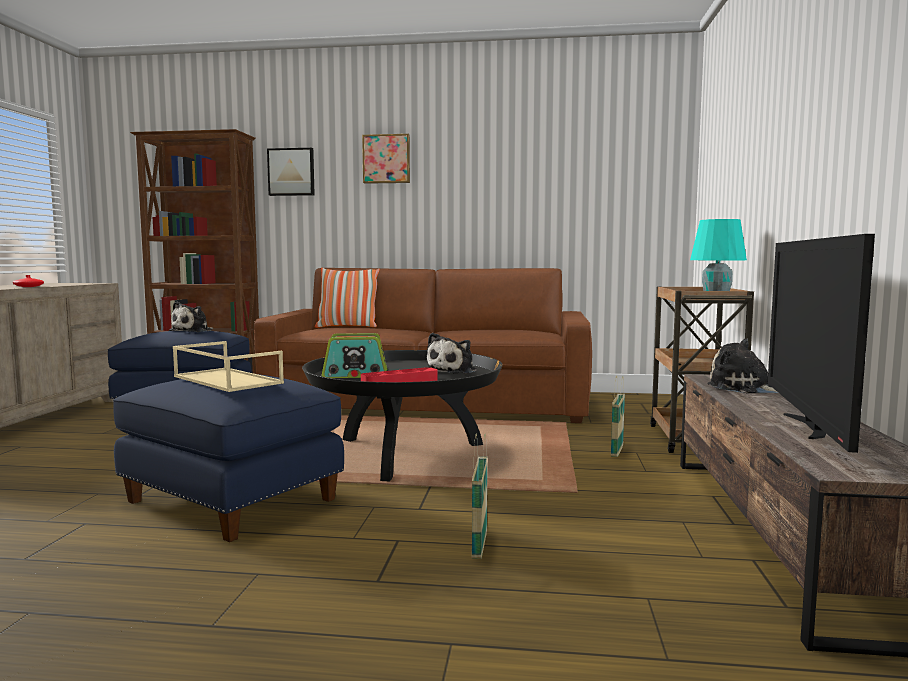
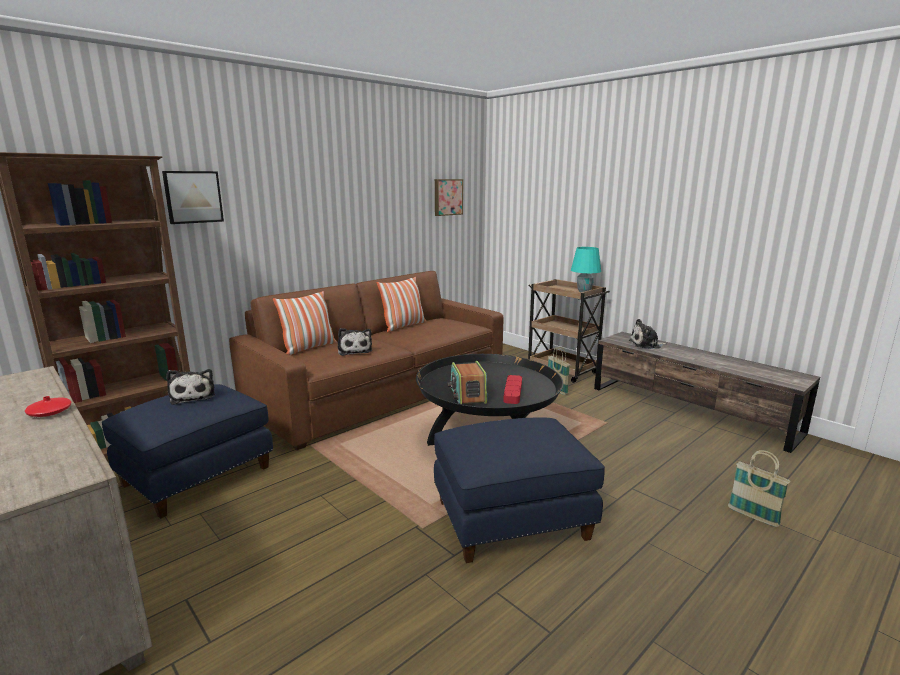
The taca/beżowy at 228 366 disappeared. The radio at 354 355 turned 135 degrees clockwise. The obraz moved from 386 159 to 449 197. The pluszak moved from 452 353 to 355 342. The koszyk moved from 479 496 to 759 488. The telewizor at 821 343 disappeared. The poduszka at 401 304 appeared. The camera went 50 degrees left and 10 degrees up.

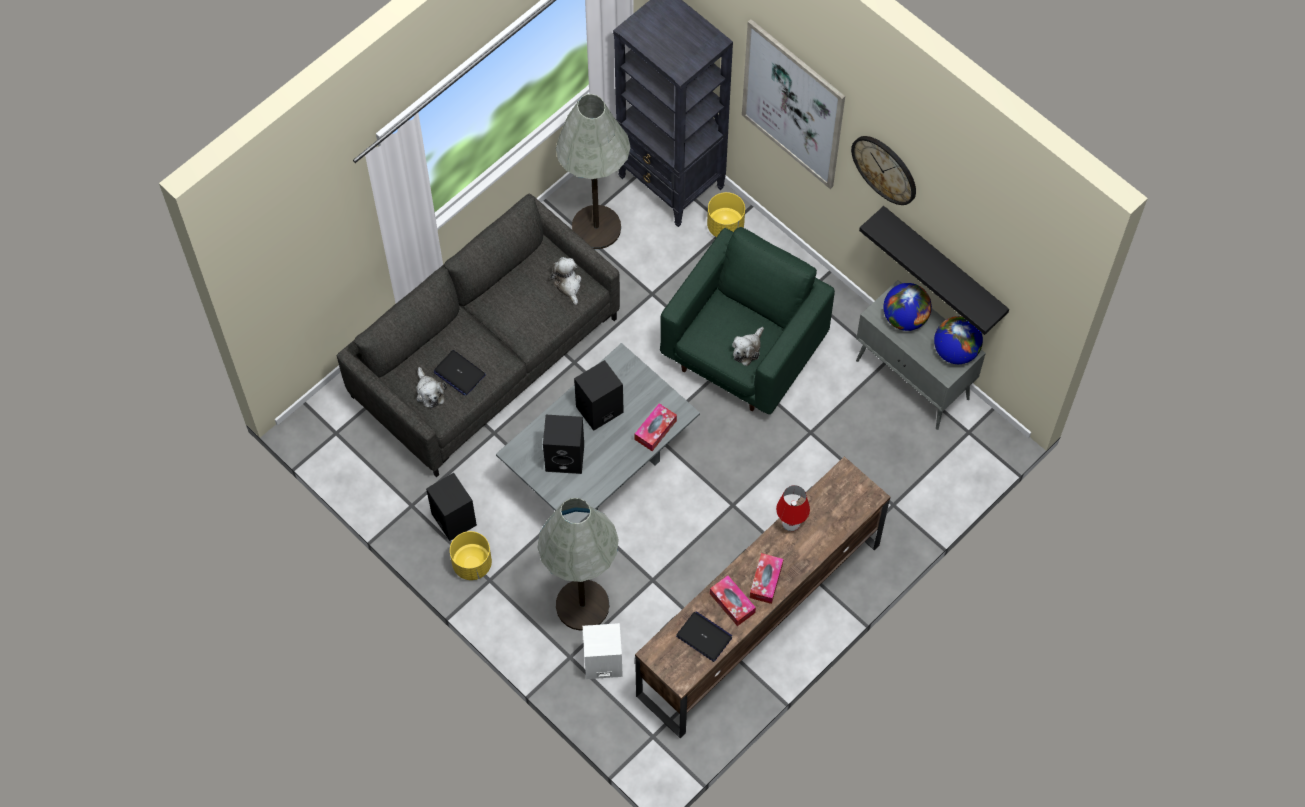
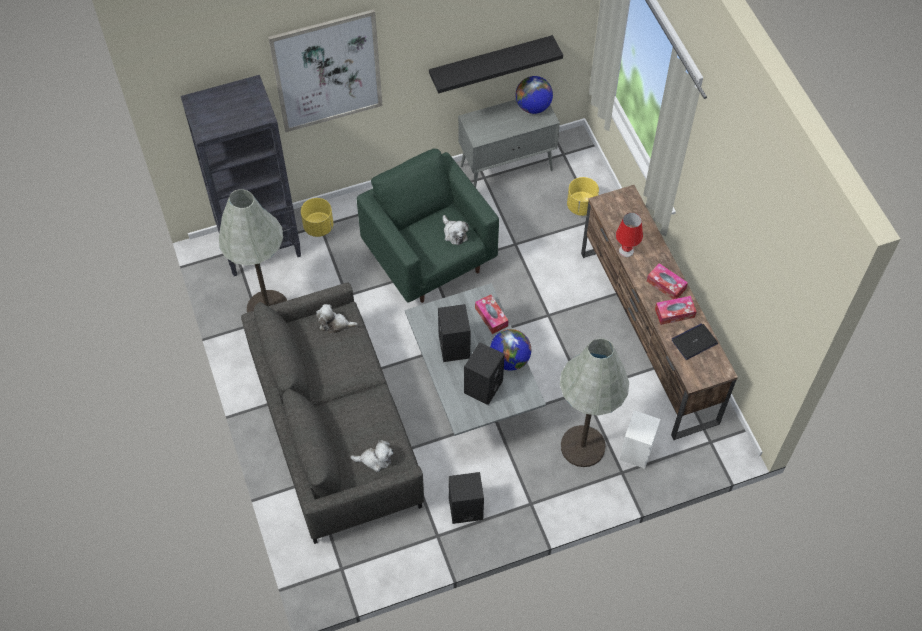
The laptop at 460 373 disappeared. The donica/żółty moved from 471 555 to 583 196. The zegar ścienny at 883 170 disappeared. The globus moved from 907 307 to 510 350. The camera went 65 degrees left and 5 degrees down.

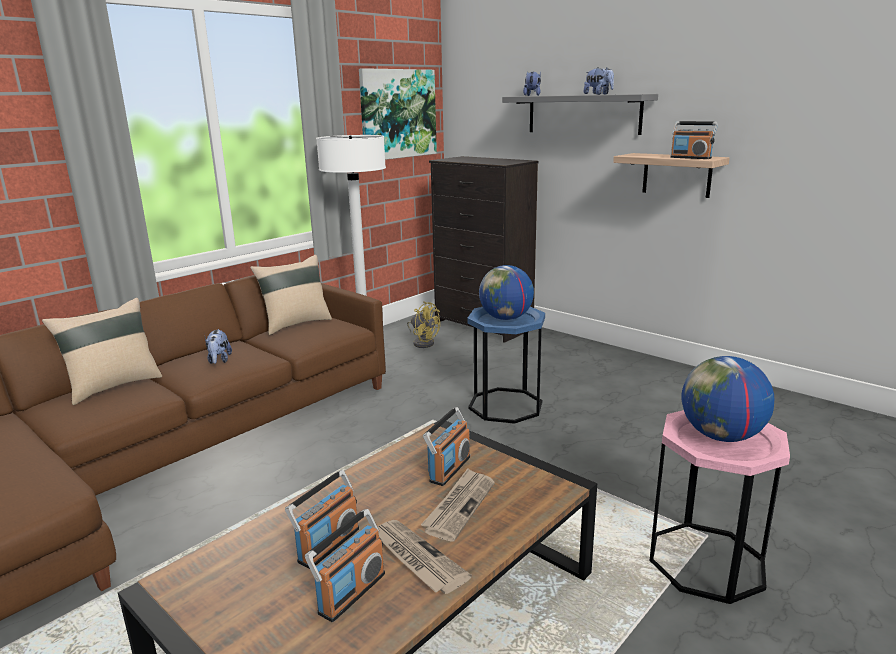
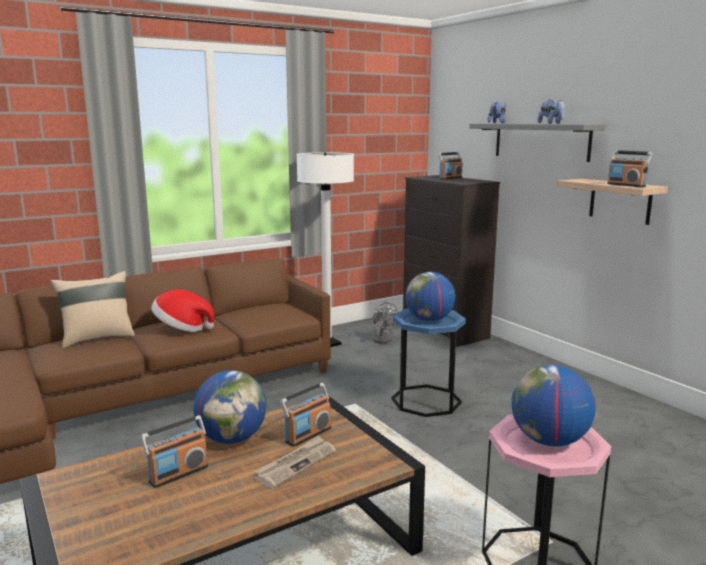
The pluszak at 218 346 was replaced by the kapelusz at 182 310. The poduszka/beżowy at 291 295 disappeared. The radio moved from 345 565 to 450 165. The obraz at 398 113 disappeared. The gazeta at 424 557 disappeared. The wentylator/żółty at 423 324 became the wentylator/szary at 385 322. The globus at 230 407 appeared. The camera went 15 degrees right and 5 degrees down.

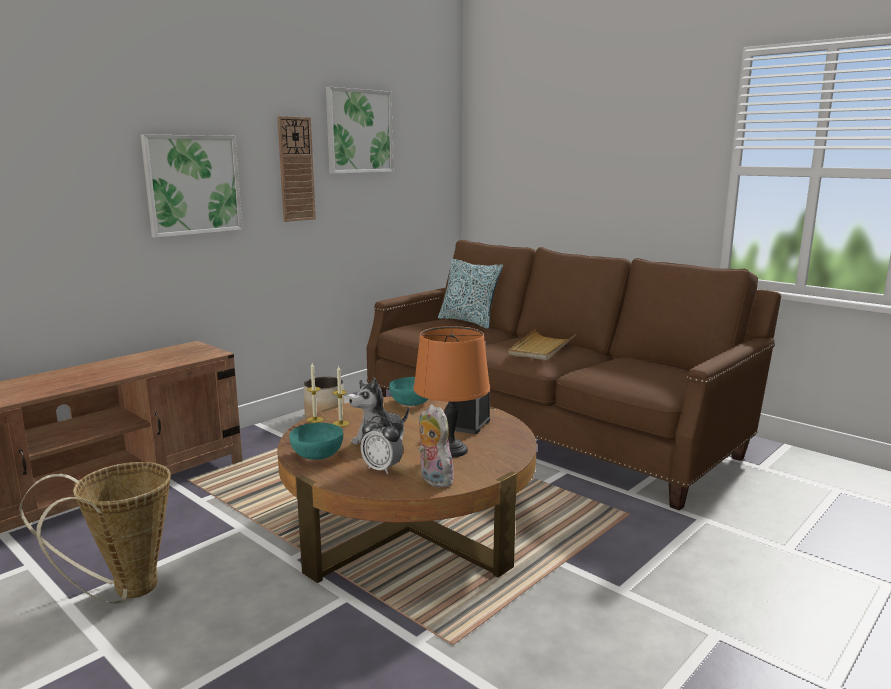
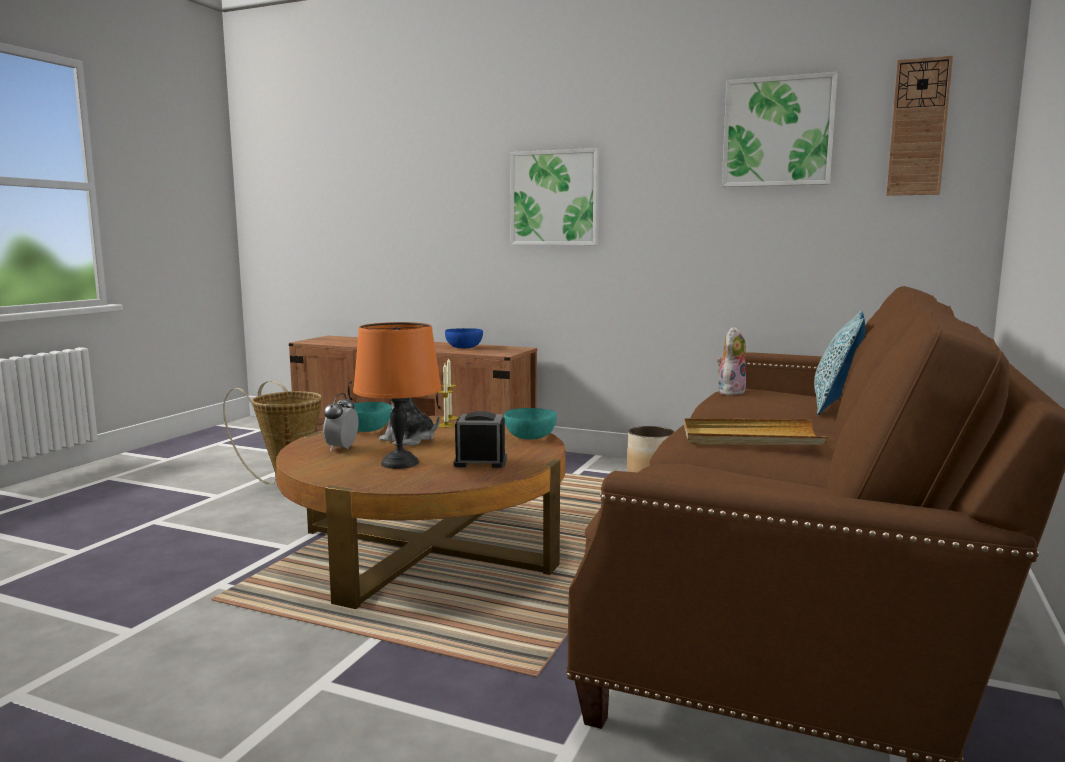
The zegar ścienny moved from 296 169 to 919 126. The pluszak moved from 436 446 to 731 361. The miska/niebieski at 464 338 appeared. The camera went 70 degrees right and 5 degrees down.

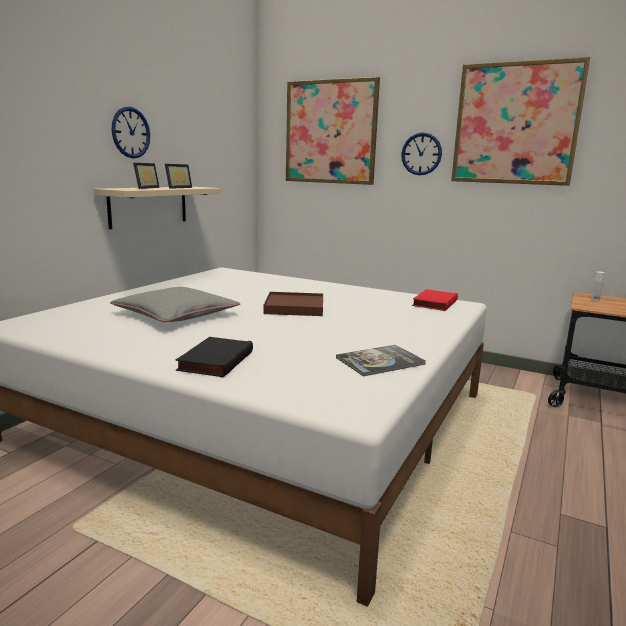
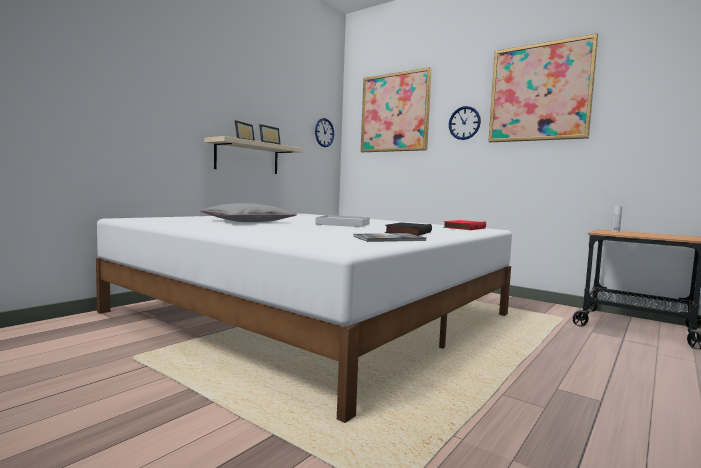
The zegar ścienny moved from 131 132 to 324 132. The książka/czarny moved from 214 357 to 408 229. The taca/brązowy at 293 304 became the taca/biały at 342 221. The camera went 10 degrees right and 10 degrees down.

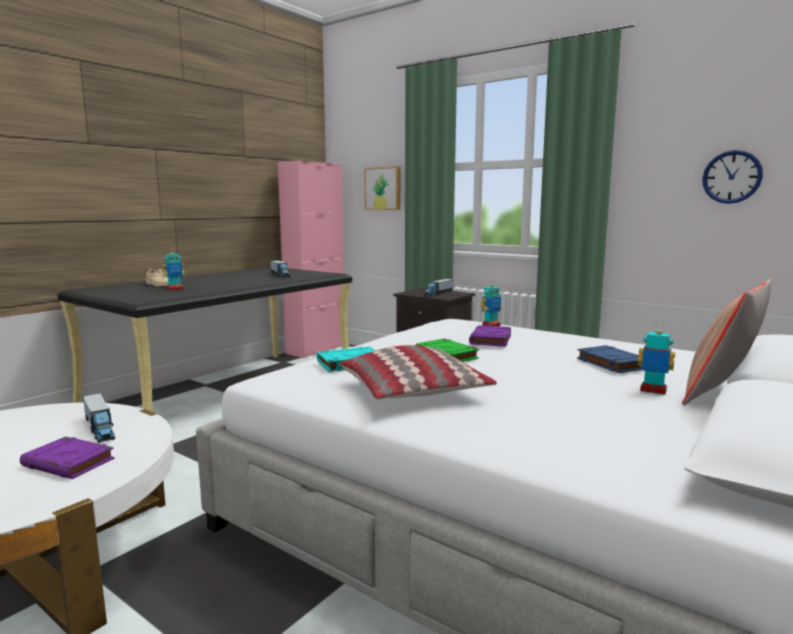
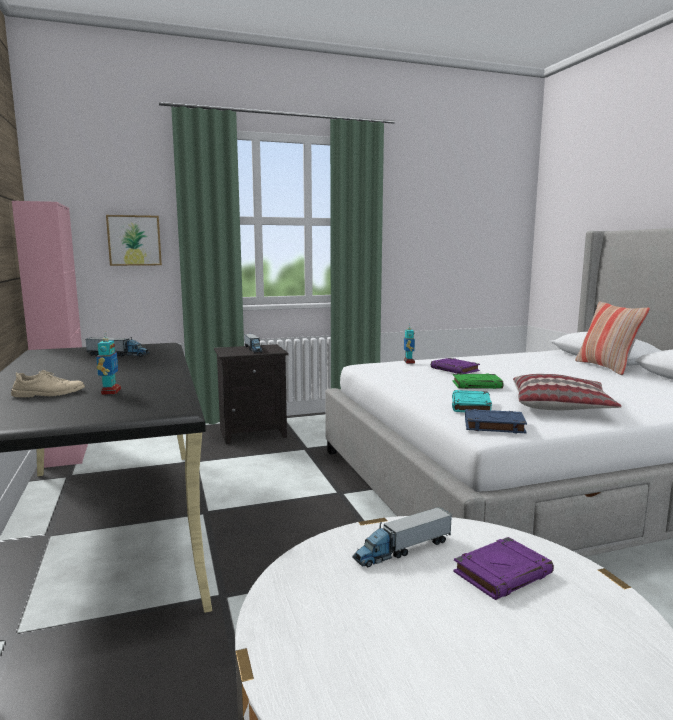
The ciężarówka zabawkowa at 99 418 turned 150 degrees clockwise. The książka/niebieski moved from 609 359 to 496 421. The robot zabawkowy at 656 360 disappeared. The zegar ścienny at 732 177 disappeared. The camera went 55 degrees left and 0 degrees up.

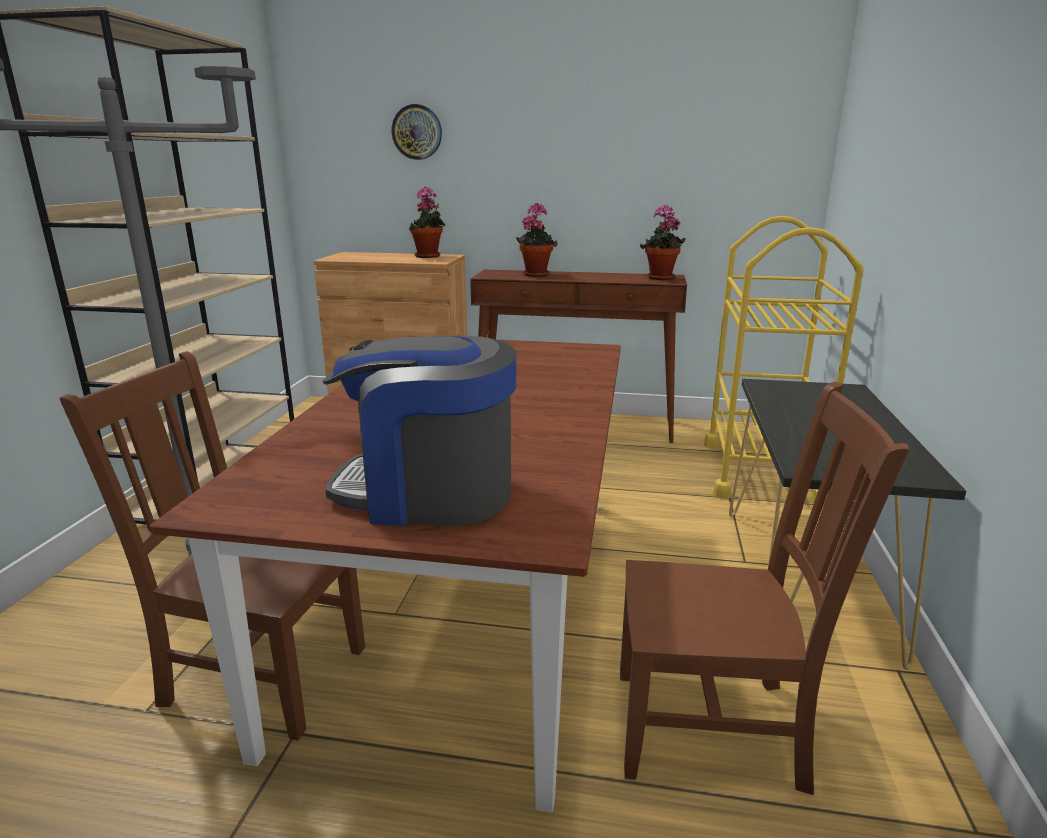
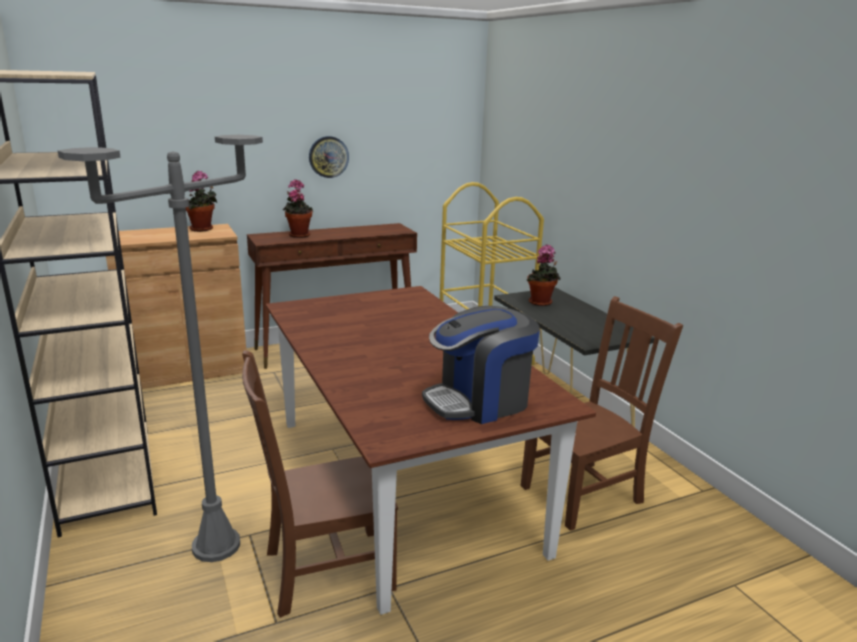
The zegar ścienny moved from 416 132 to 329 157. The roślina doniczkowa moved from 663 242 to 544 275. The camera went 35 degrees left and 0 degrees up.

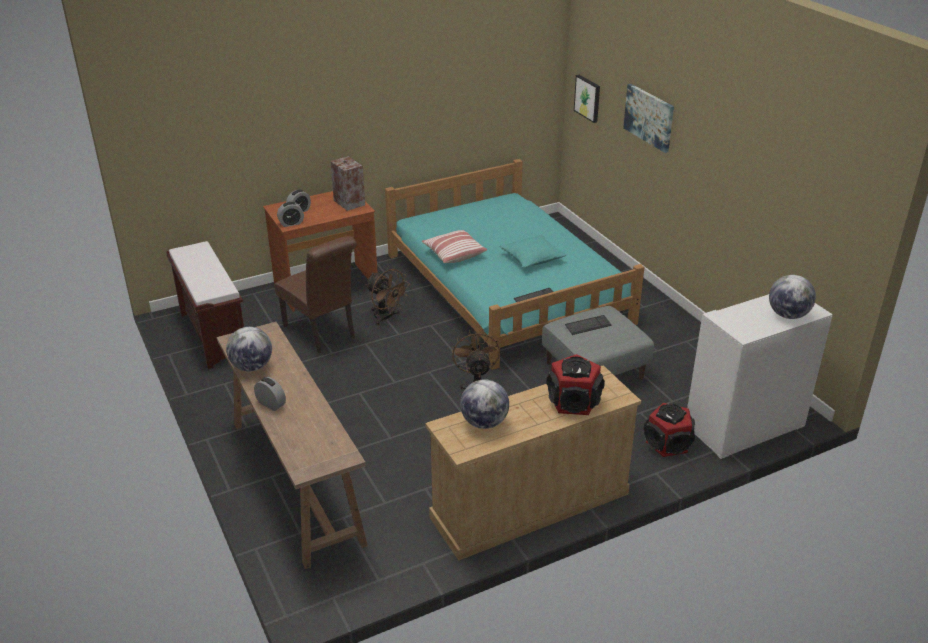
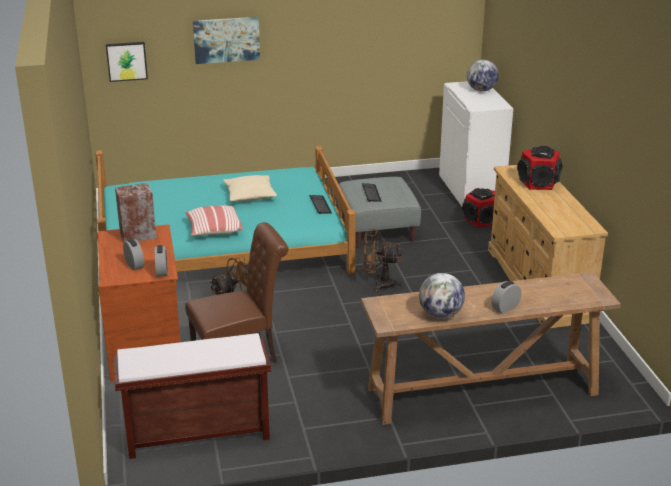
The globus at 484 404 disappeared. The poduszka/turkusowy at 533 251 became the poduszka/beżowy at 250 188. The camera went 75 degrees left and 5 degrees down.

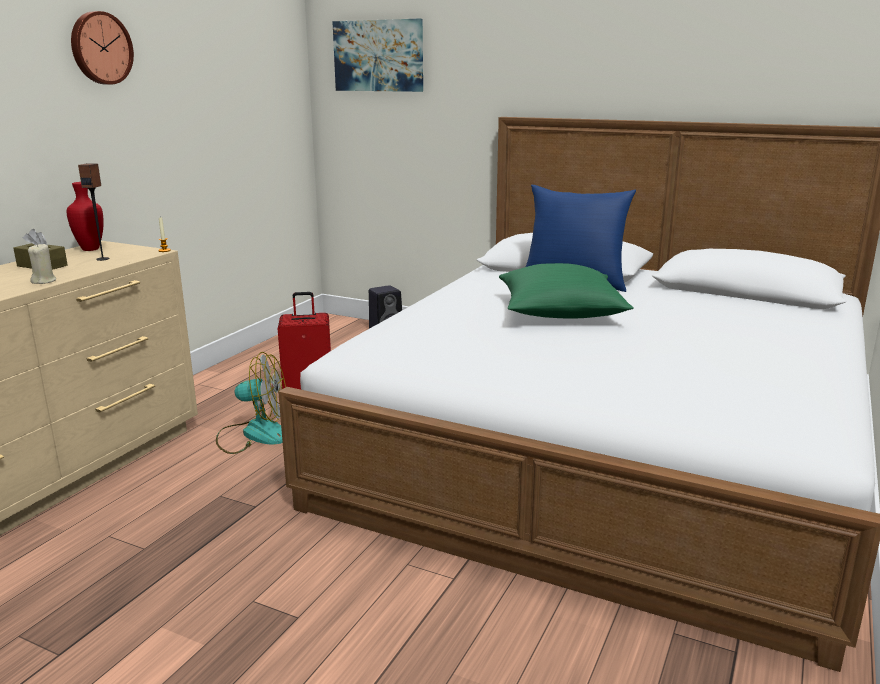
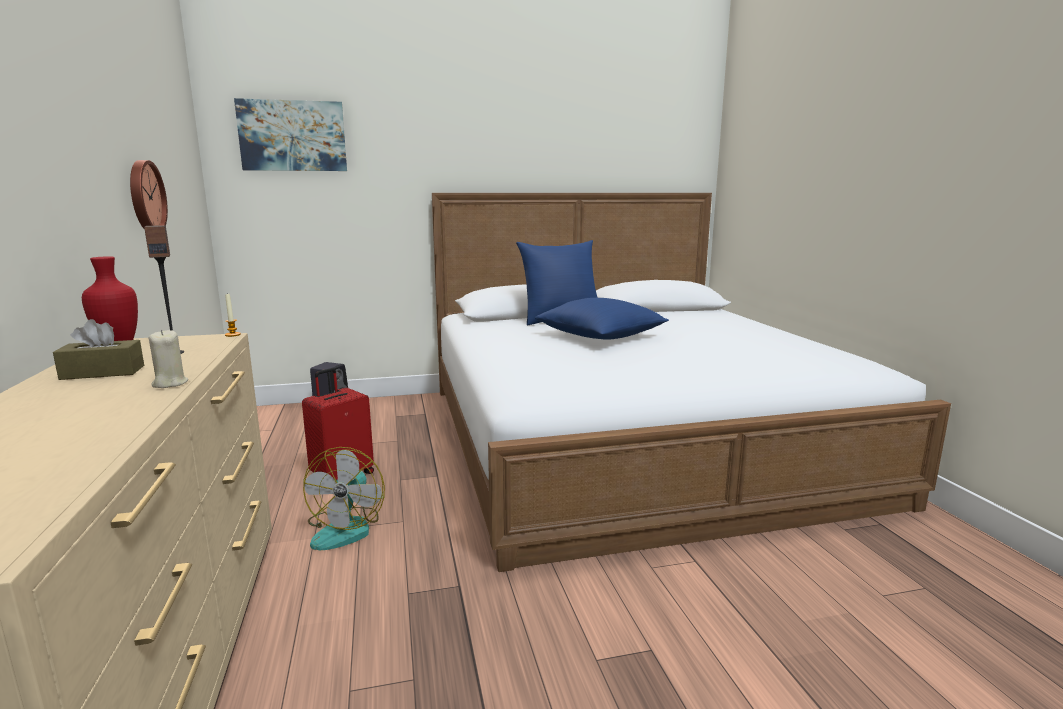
The zegar ścienny moved from 102 48 to 149 195. The wentylator at 251 403 turned 135 degrees clockwise. The poduszka/zielony at 566 291 became the poduszka/niebieski at 602 319. The camera went 40 degrees left and 5 degrees down.

